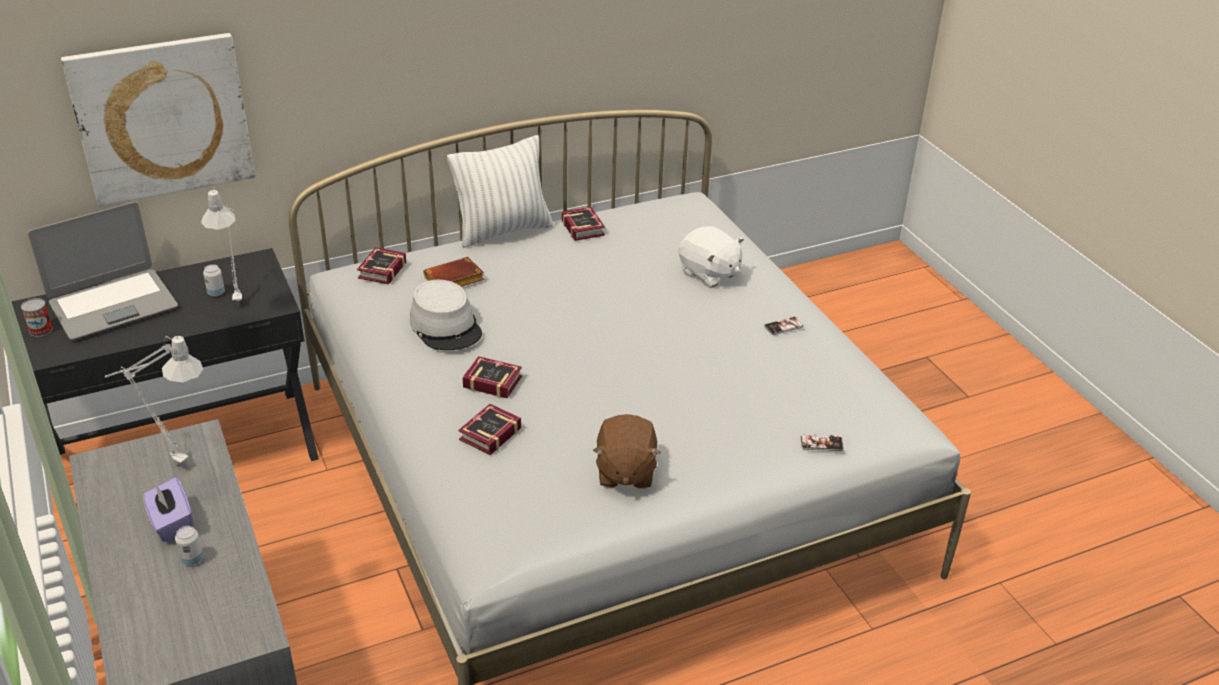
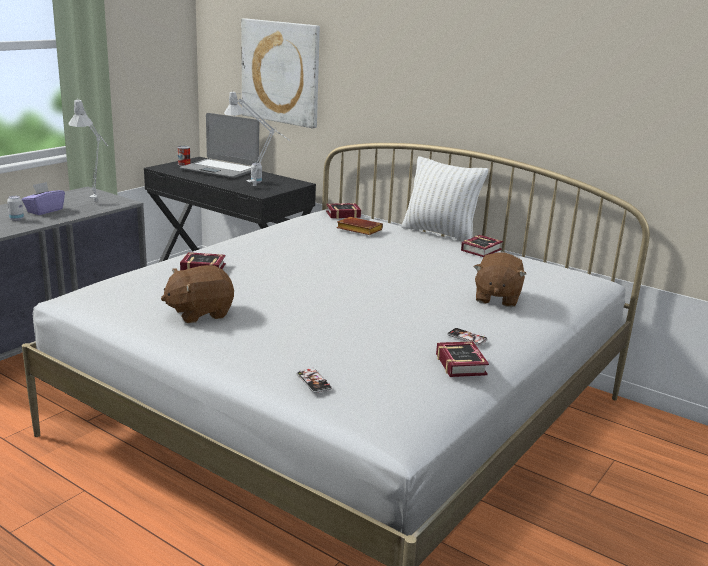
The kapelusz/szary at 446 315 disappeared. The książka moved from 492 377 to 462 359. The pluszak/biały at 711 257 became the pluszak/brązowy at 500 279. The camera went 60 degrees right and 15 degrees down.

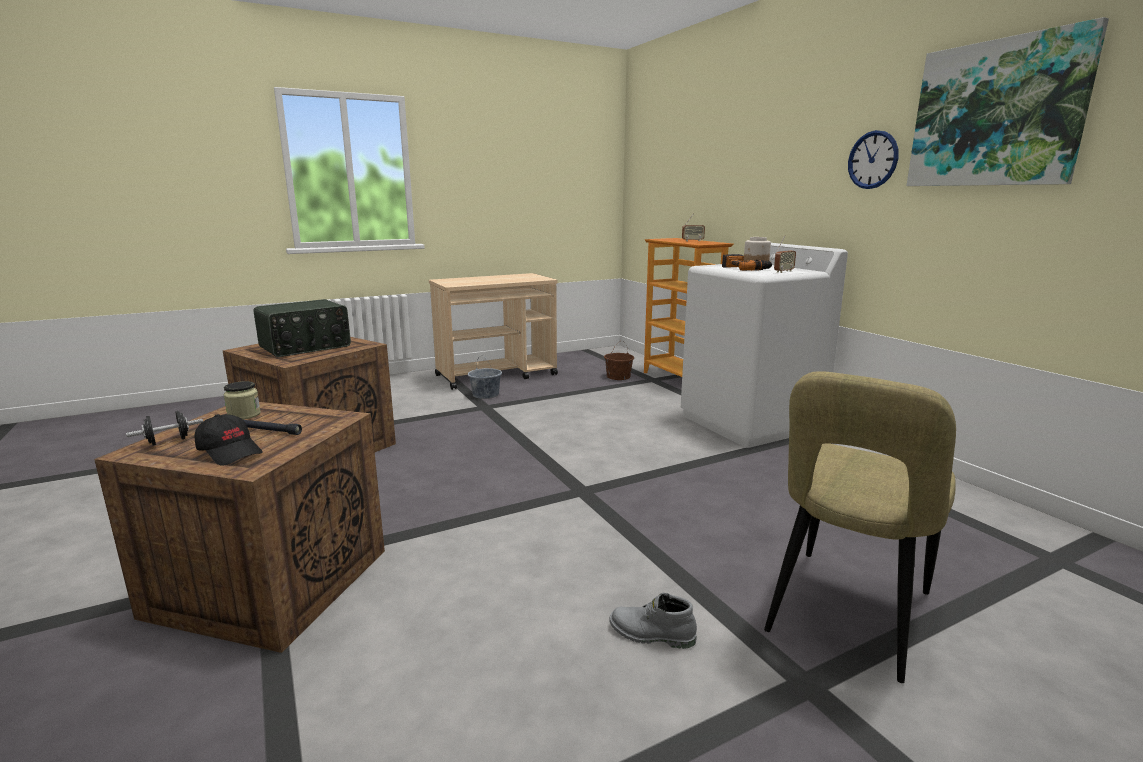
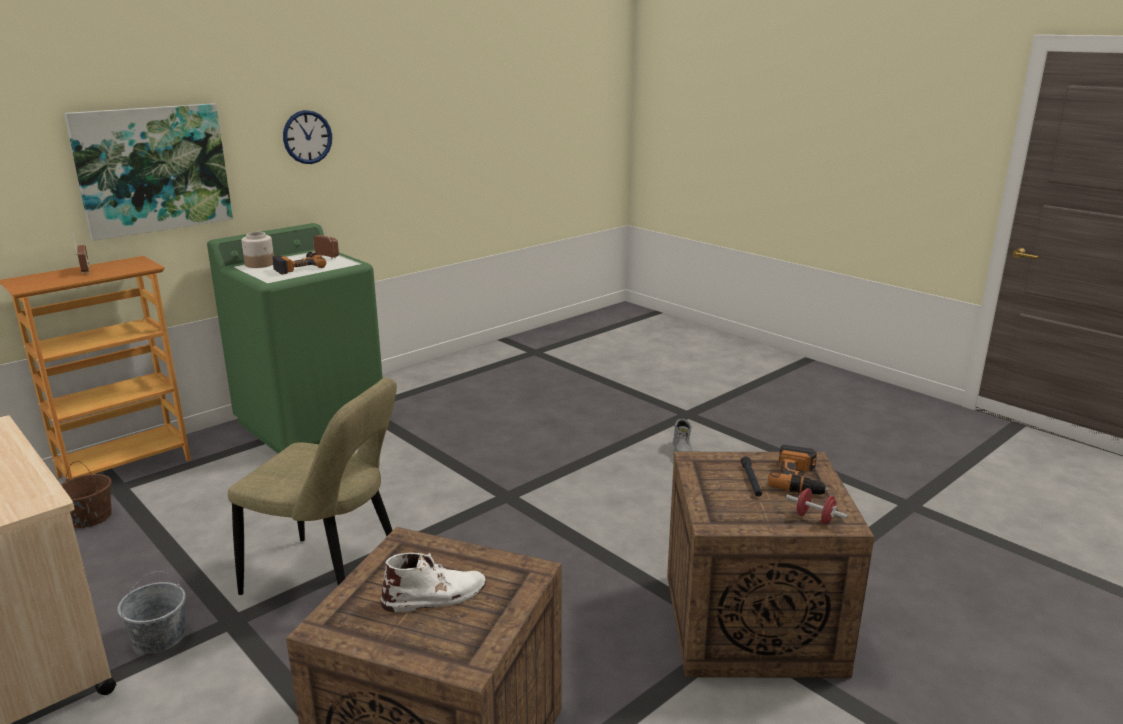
The hantel/czarny at 164 428 became the hantel/czerwony at 817 506. The czapka z daszkiem/czarny at 228 440 was replaced by the wiertarka at 798 470. The słoik at 242 400 disappeared. The radio at 302 328 was replaced by the but z cholewką/biały at 433 582. The pralka/biały at 764 345 became the pralka/zielony at 295 338. The krzesło/beżowy moved from 860 527 to 312 486. The obraz moved from 1007 101 to 148 172. The camera went 105 degrees left and 5 degrees up.

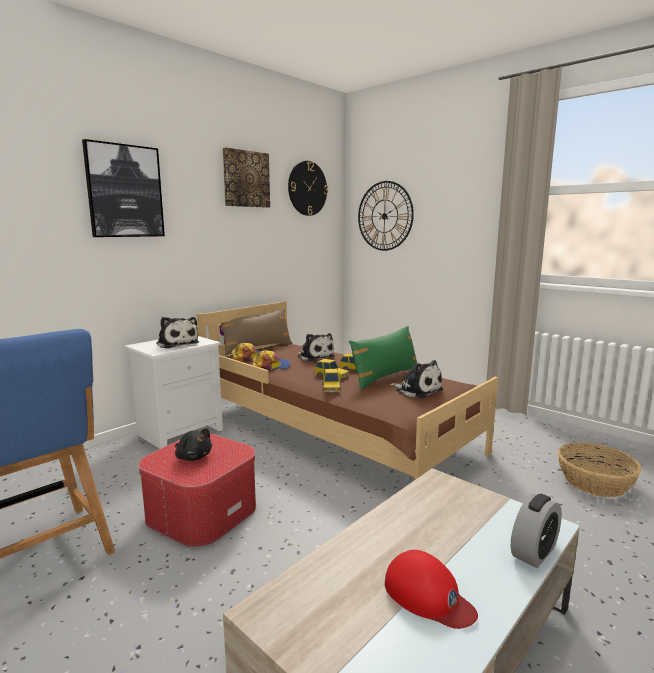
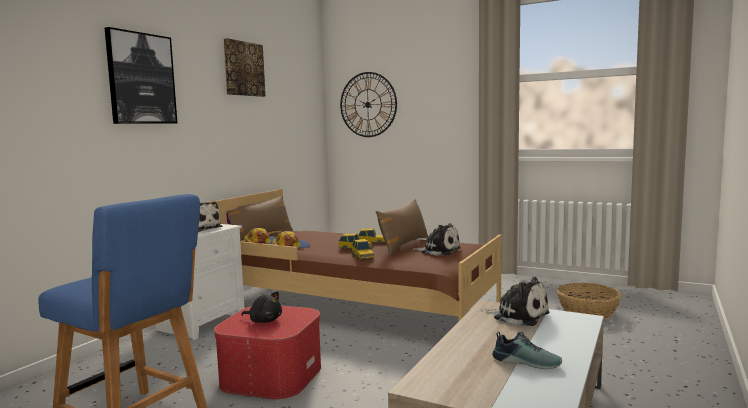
The zegar ścienny at 308 188 disappeared. The pluszak moved from 316 347 to 515 301. The poduszka/zielony at 383 358 became the poduszka/brązowy at 402 227. The czapka z daszkiem/czerwony at 431 589 was replaced by the but at 527 350. The budzik at 536 531 disappeared. The camera went 15 degrees left and 5 degrees down.

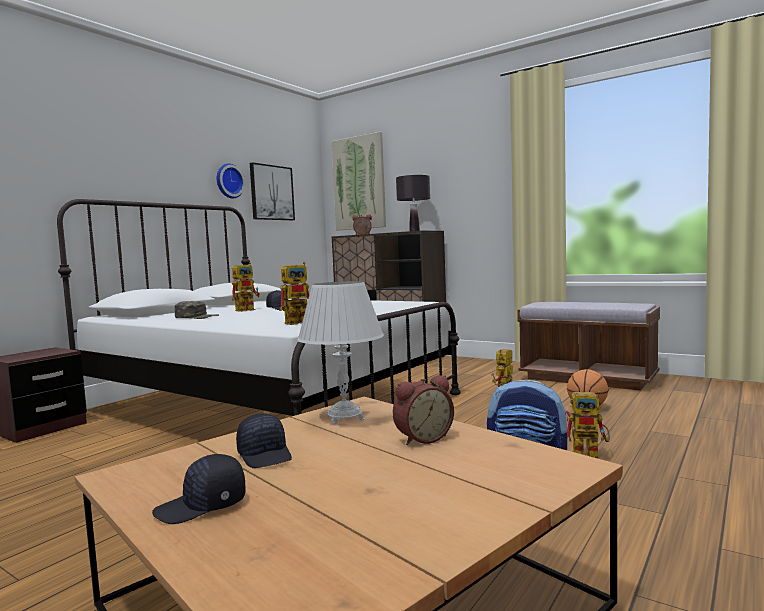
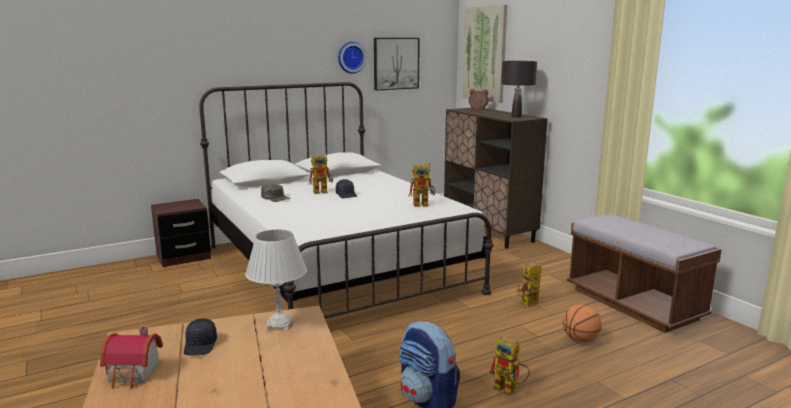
The czapka z daszkiem/czarny at 198 489 was replaced by the domek at 131 357. The robot zabawkowy moved from 294 293 to 422 185. The budzik at 423 410 disappeared. The camera went 25 degrees right and 10 degrees up.

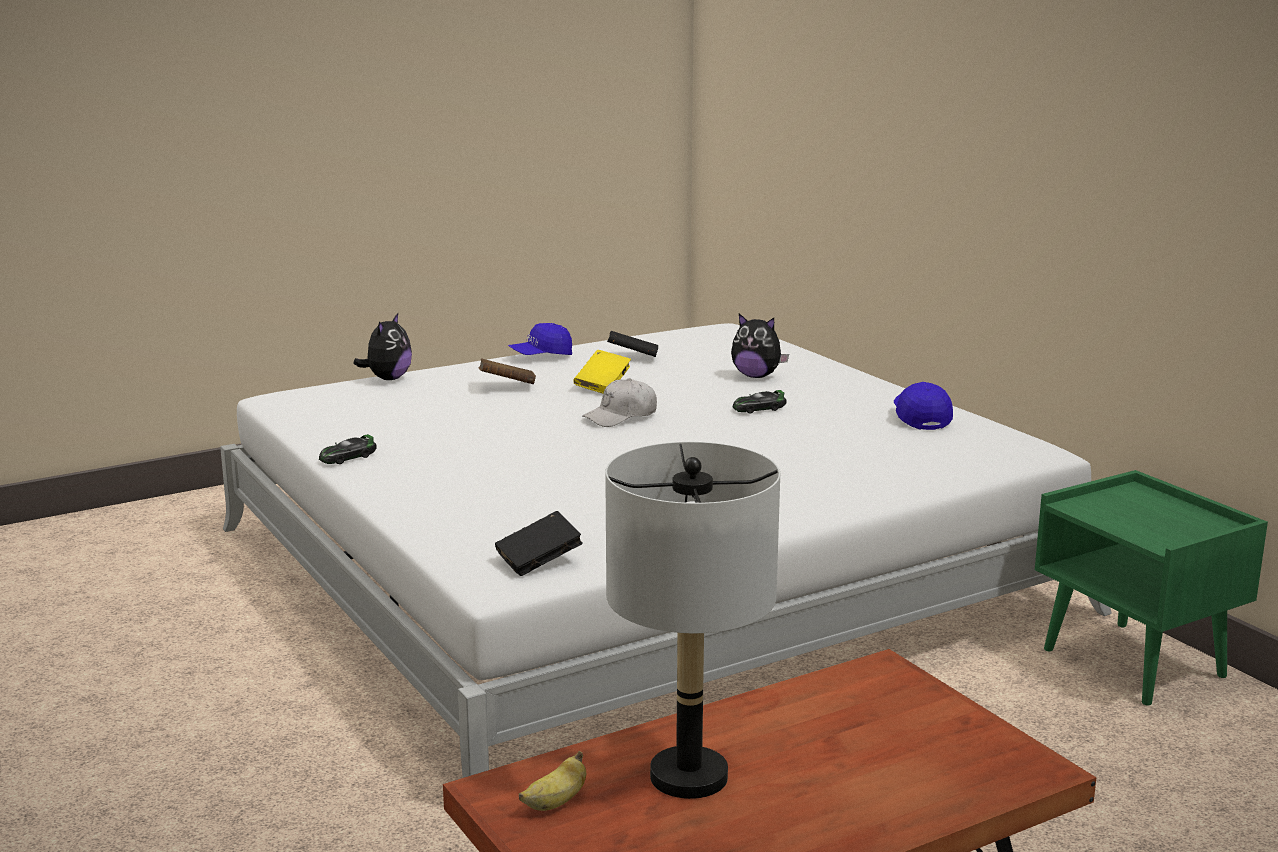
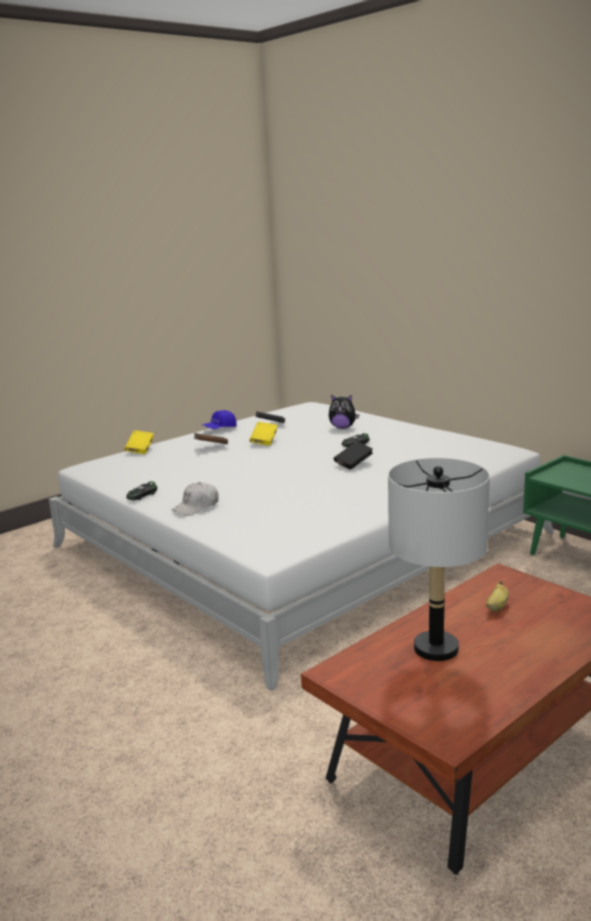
The pluszak at 382 346 was replaced by the książka/żółty at 139 442. The książka/czarny moved from 539 543 to 353 455. The banan moved from 552 781 to 497 596. The czapka z daszkiem/biały moved from 619 402 to 195 499. The czapka z daszkiem/niebieski at 923 406 disappeared. The camera went 10 degrees left and 0 degrees up.

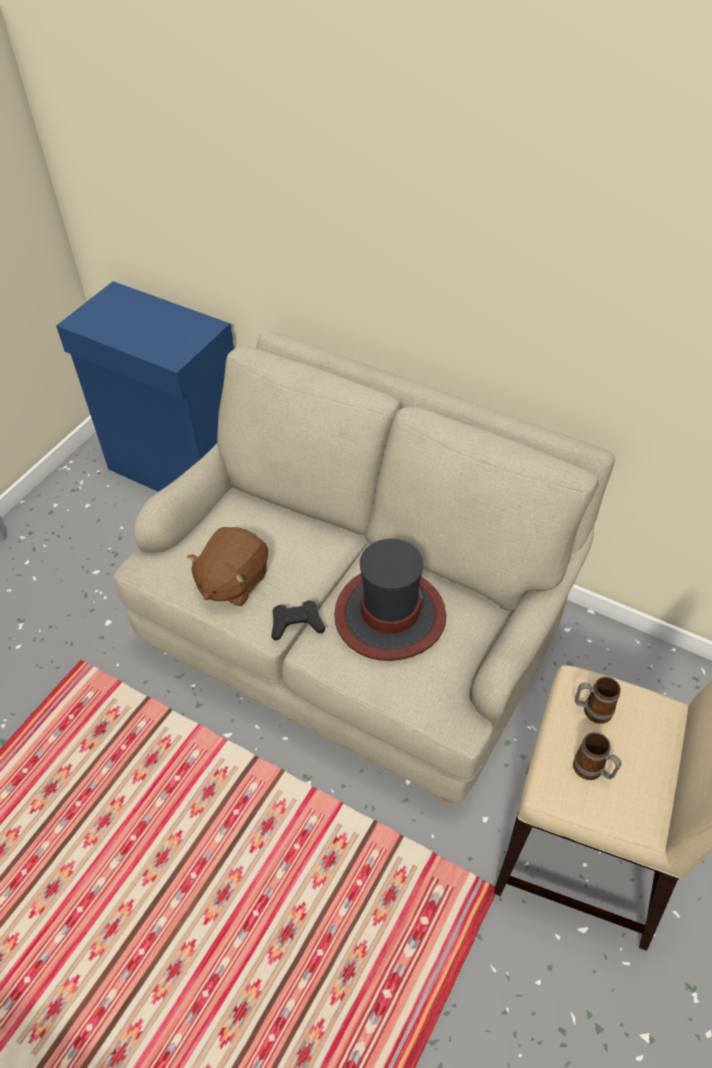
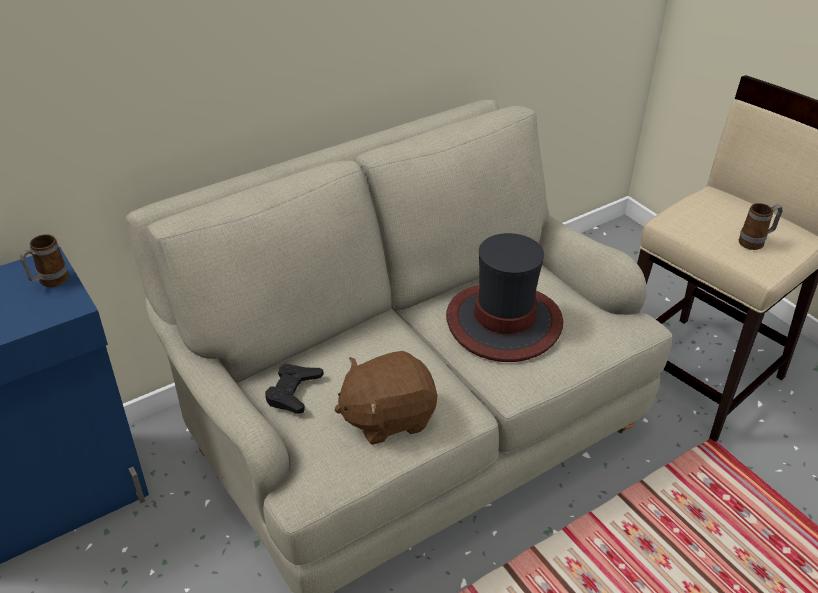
The pluszak/brązowy at 227 566 turned 105 degrees clockwise. The pad do gier/czarny moved from 298 620 to 294 389. The kubek moved from 598 700 to 44 260. The camera went 65 degrees left and 10 degrees down.

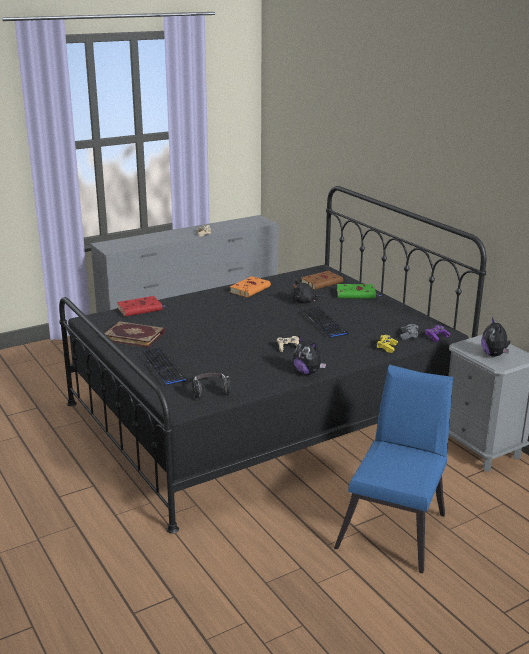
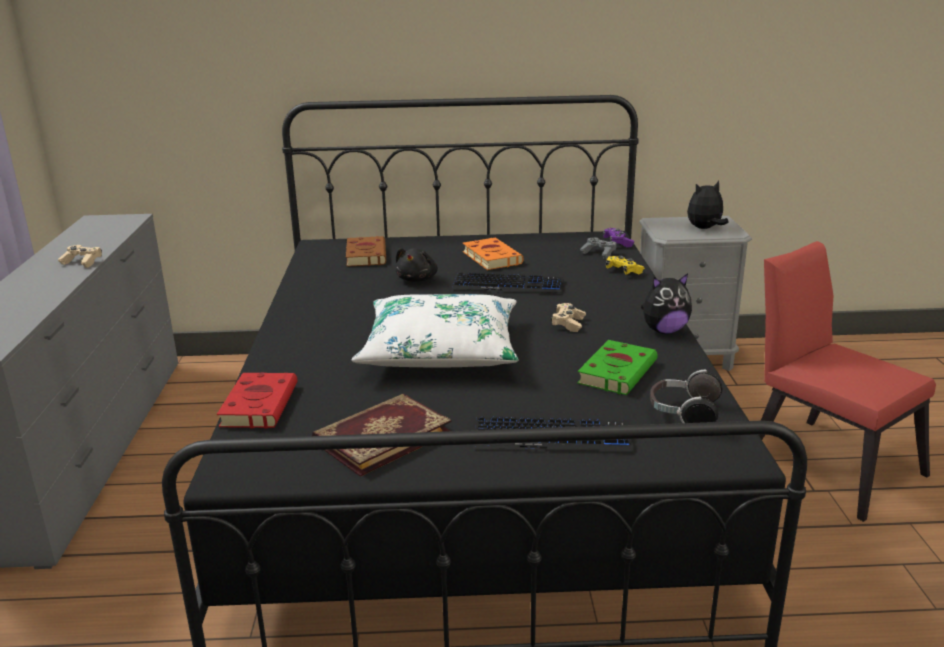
The książka/pomarańczowy moved from 250 286 to 493 254. The krzesło/niebieski at 393 469 became the krzesło/czerwony at 847 381. The książka/zielony moved from 359 291 to 617 367. The pluszak at 495 337 turned 135 degrees clockwise. The poduszka/biały at 435 330 appeared. The camera went 60 degrees left and 0 degrees up.

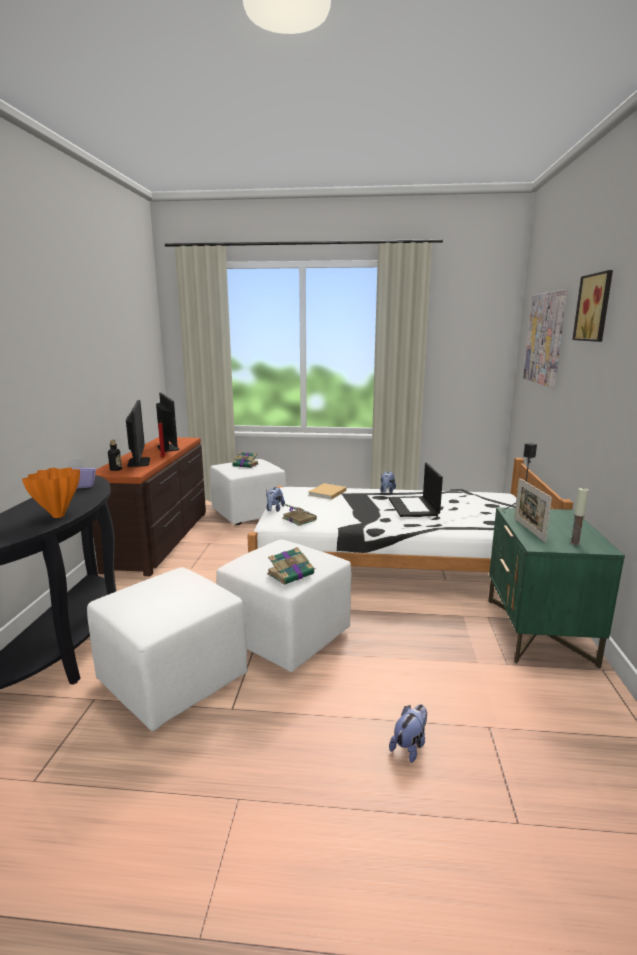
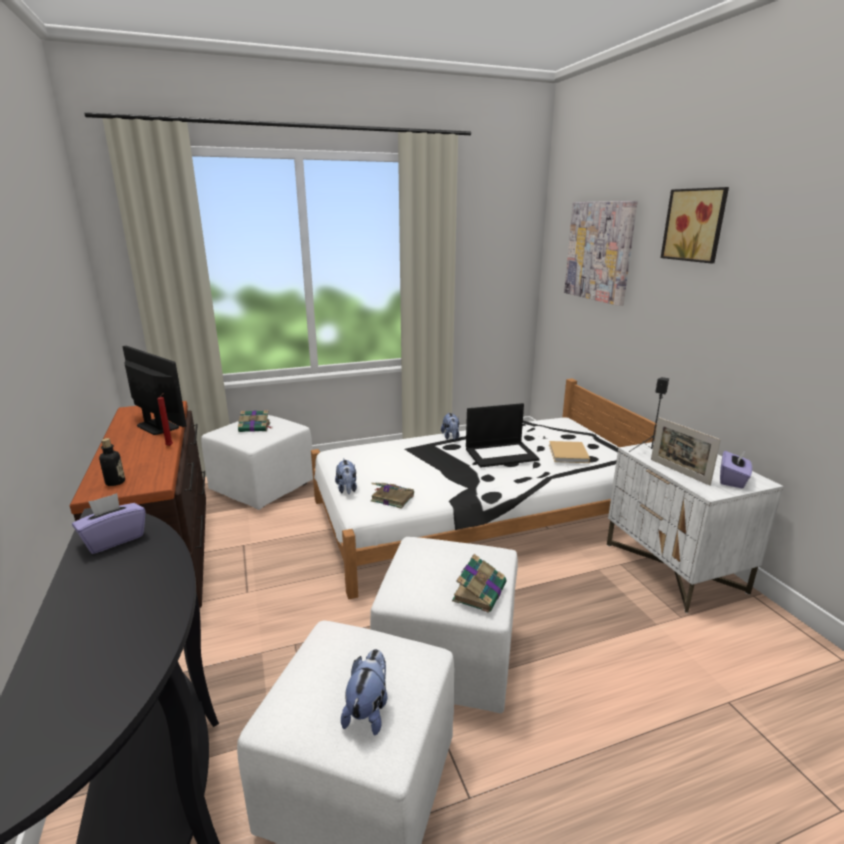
The wazon/pomarańczowy at 51 493 disappeared. The monitor at 138 433 disappeared. The książka/beżowy moved from 327 491 to 569 452. The laptop at 415 490 turned 75 degrees counterclockwise. The pluszak moved from 408 733 to 364 692. The szafka nocna/zielony at 556 587 became the szafka nocna/biały at 695 527. The świeca at 579 516 was replaced by the pudełko chusteczek/fioletowy at 736 469. The camera went 25 degrees left and 5 degrees up.

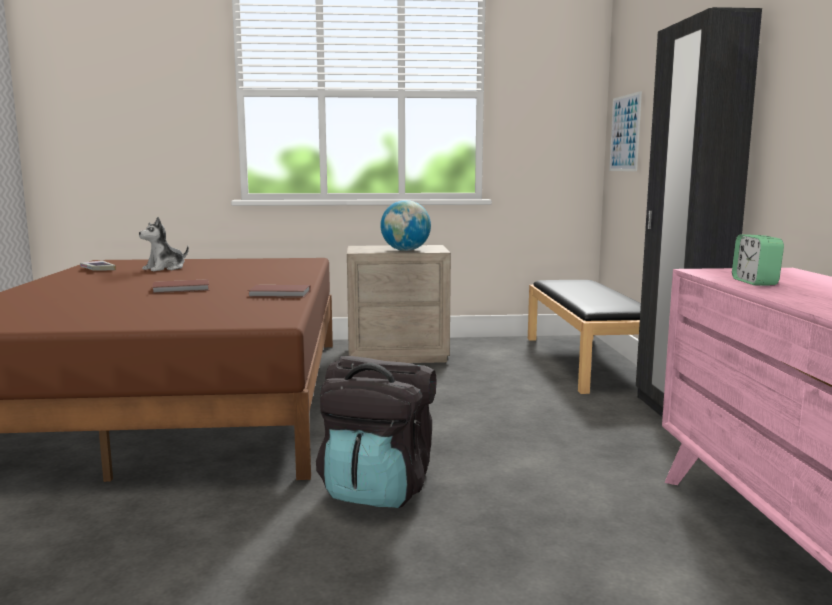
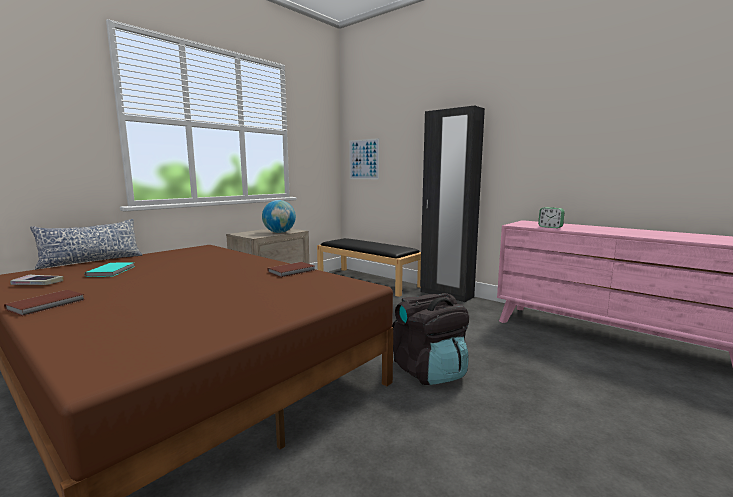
The pluszak at 164 244 was replaced by the książka/turkusowy at 110 269. The książka/brązowy moved from 180 286 to 44 303. The poduszka at 86 244 appeared. The camera went 45 degrees left and 0 degrees up.

